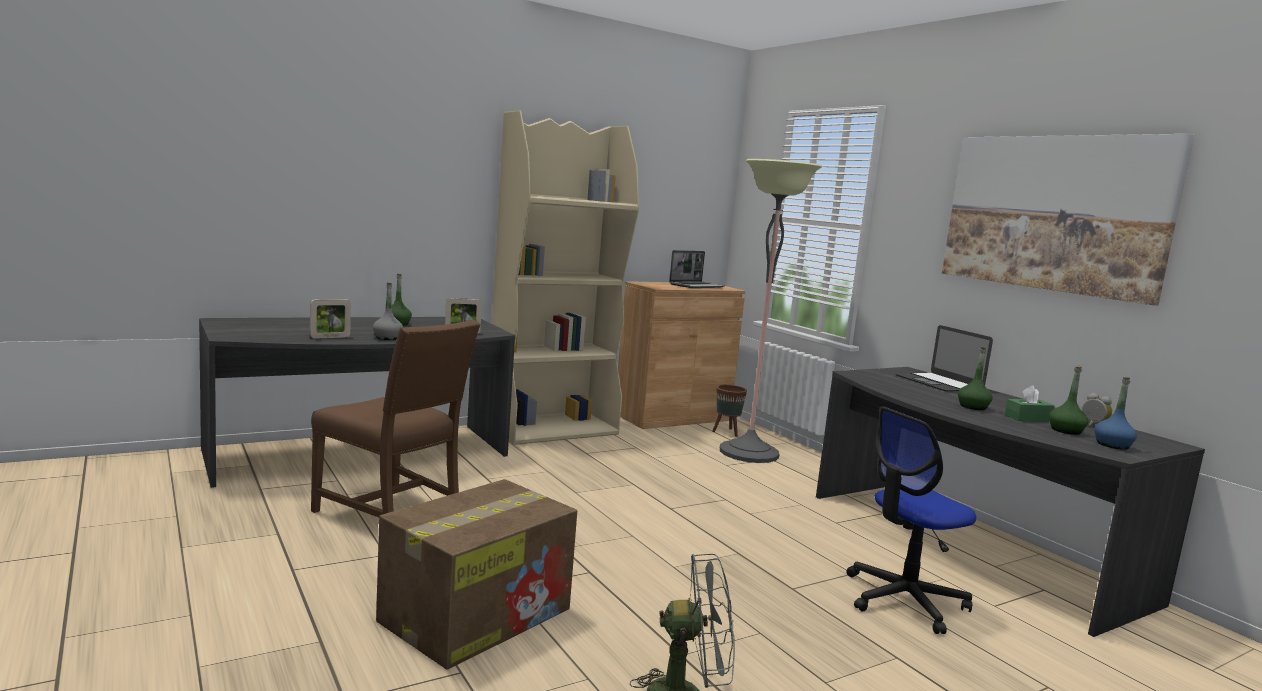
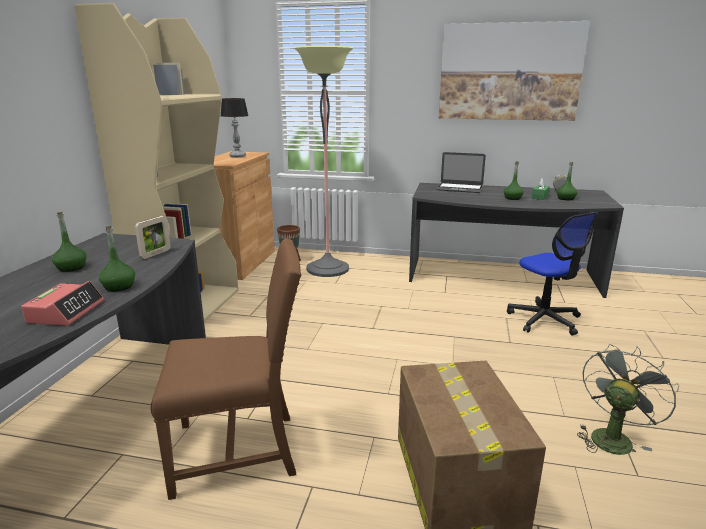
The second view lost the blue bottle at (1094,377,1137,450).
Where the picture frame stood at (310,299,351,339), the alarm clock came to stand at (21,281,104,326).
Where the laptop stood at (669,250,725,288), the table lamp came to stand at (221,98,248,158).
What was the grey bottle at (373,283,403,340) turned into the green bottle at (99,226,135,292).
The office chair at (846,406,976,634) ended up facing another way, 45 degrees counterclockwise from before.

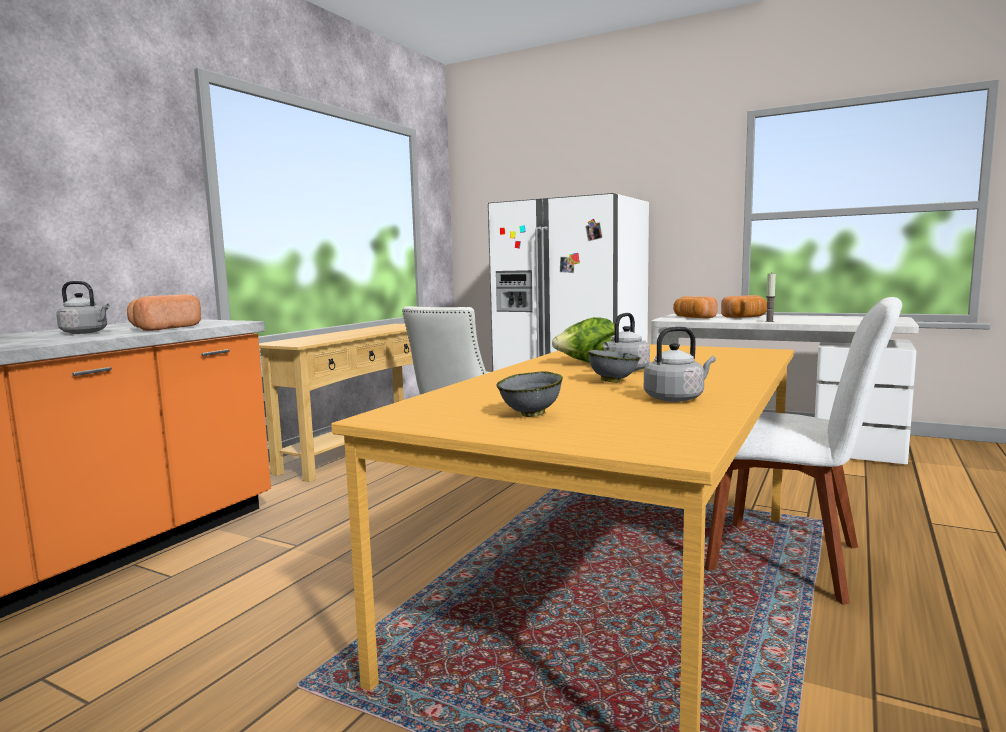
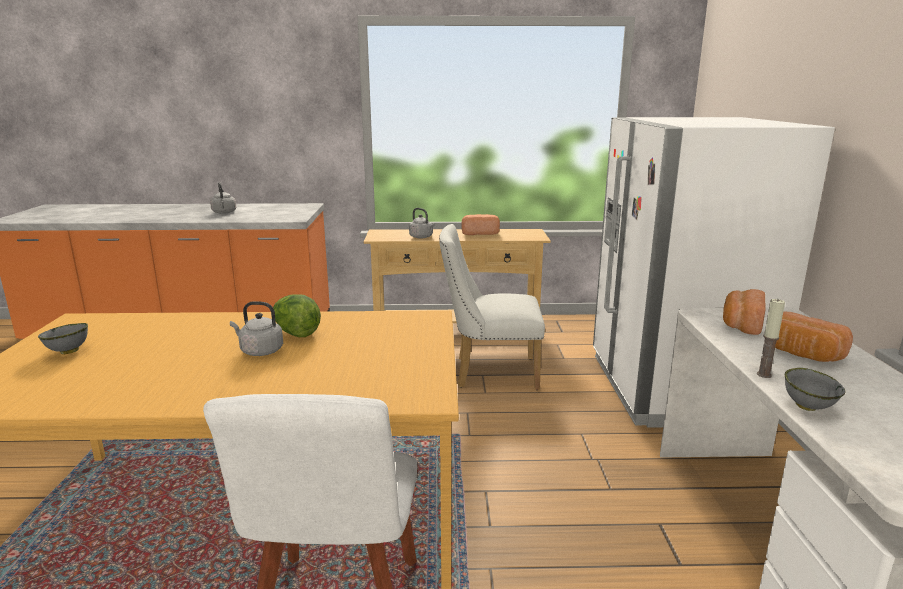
The bread ended up elsewhere, having gone from (127,294,201,331) to (461,214,500,235).
The grey bowl ended up elsewhere, having gone from (588,350,640,383) to (785,368,846,411).
The grey kettle ended up elsewhere, having gone from (644,327,716,402) to (409,208,435,239).

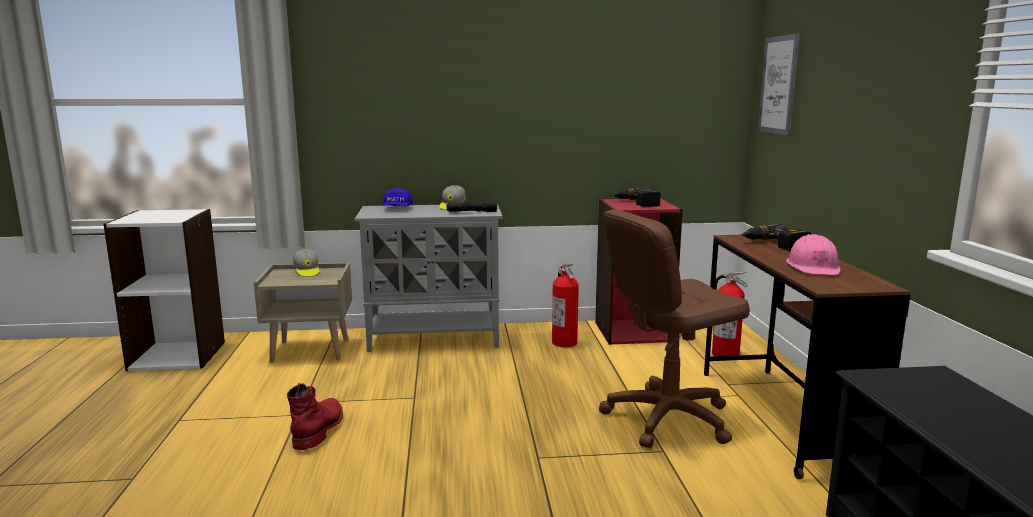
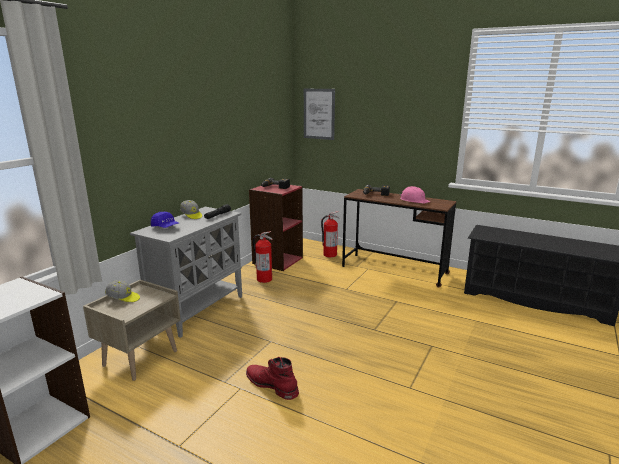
The second view lost the brown office chair at (599,210,750,448).

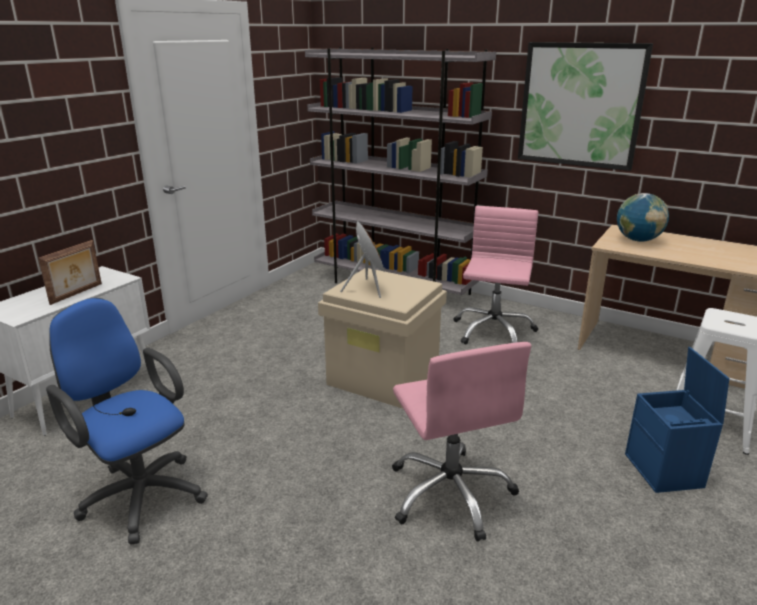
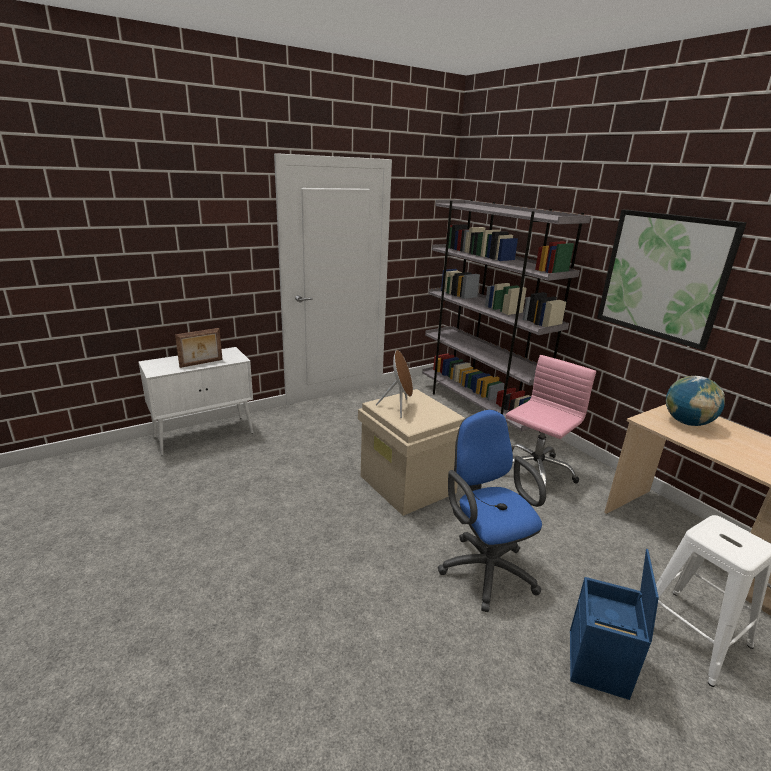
The second view lost the pink office chair at (392,342,531,542).
The blue office chair ended up elsewhere, having gone from (46,298,208,544) to (438,410,546,612).

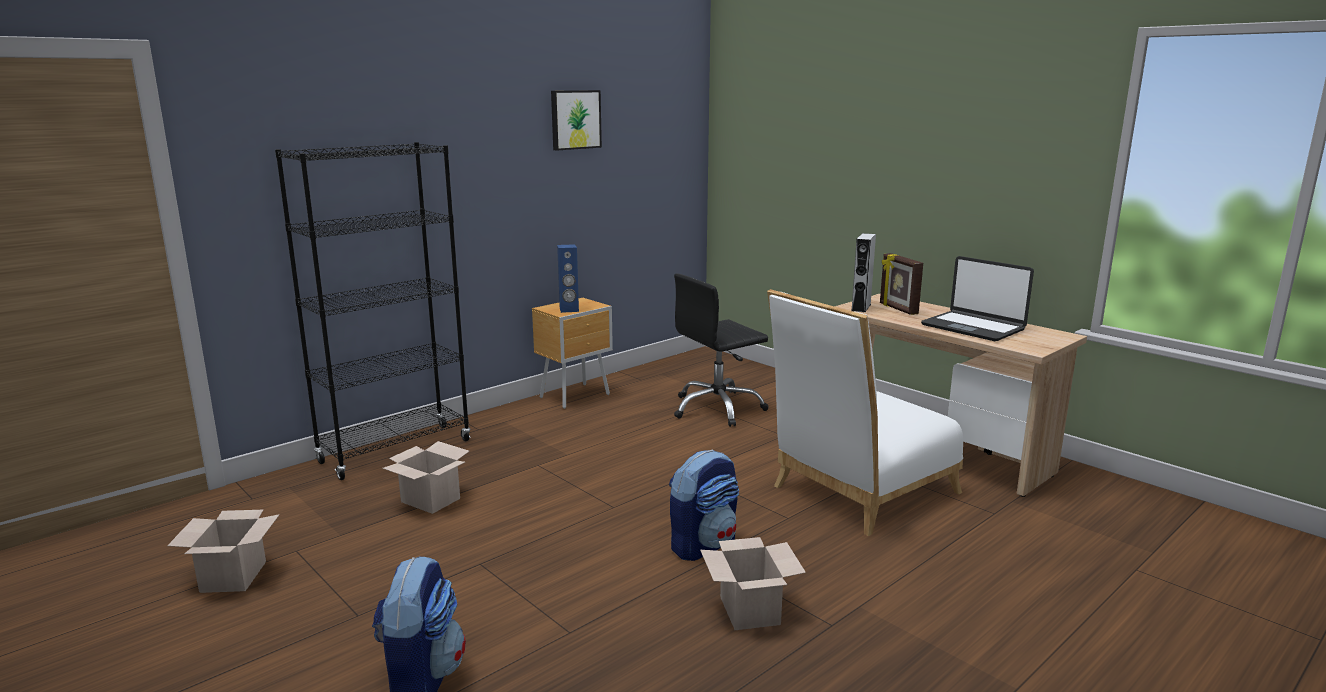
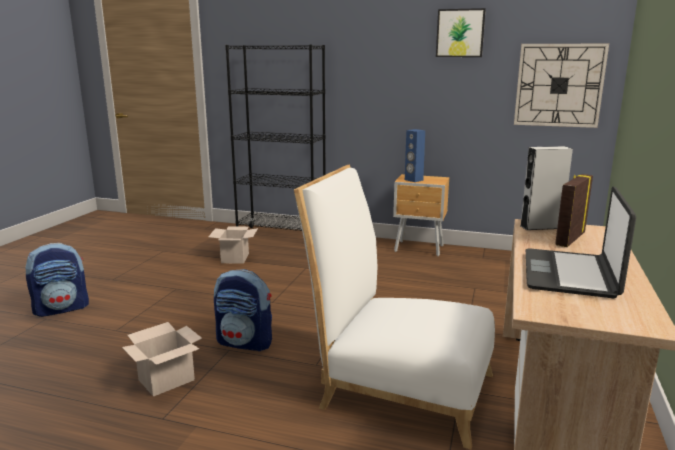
The second view lost the cardboard box at (167,510,280,593).
The second view lost the black office chair at (674,273,768,427).
The second view gained the wall clock at (514,44,609,128).

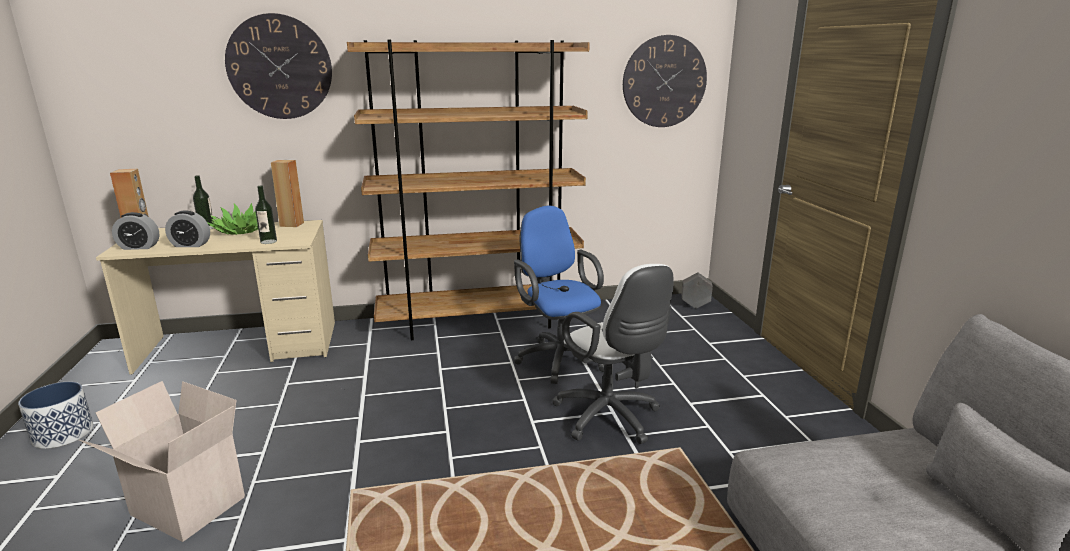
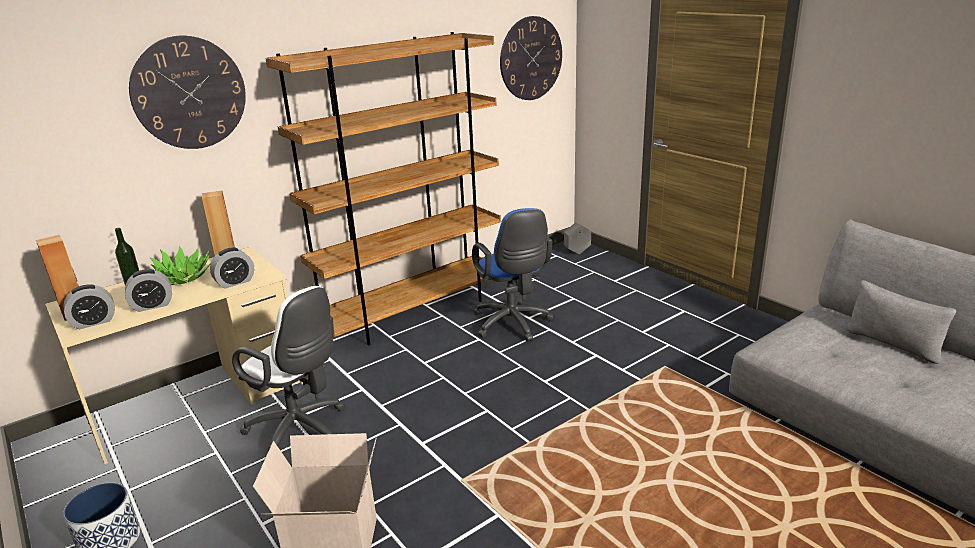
The white office chair ended up elsewhere, having gone from (552,264,673,444) to (232,286,345,451).
Where the bottle stood at (255,186,277,244), the alarm clock came to stand at (210,248,254,289).
The blue office chair at (514,206,604,384) ended up facing another way, 150 degrees counterclockwise from before.

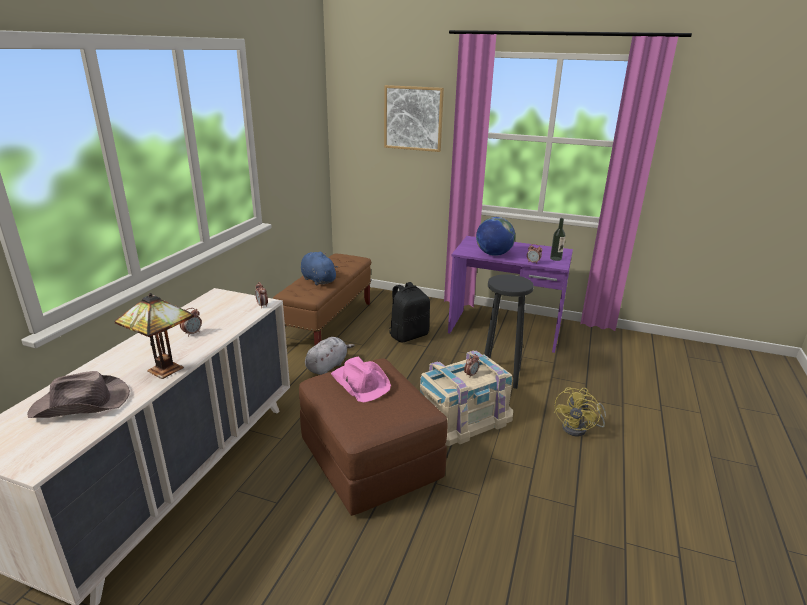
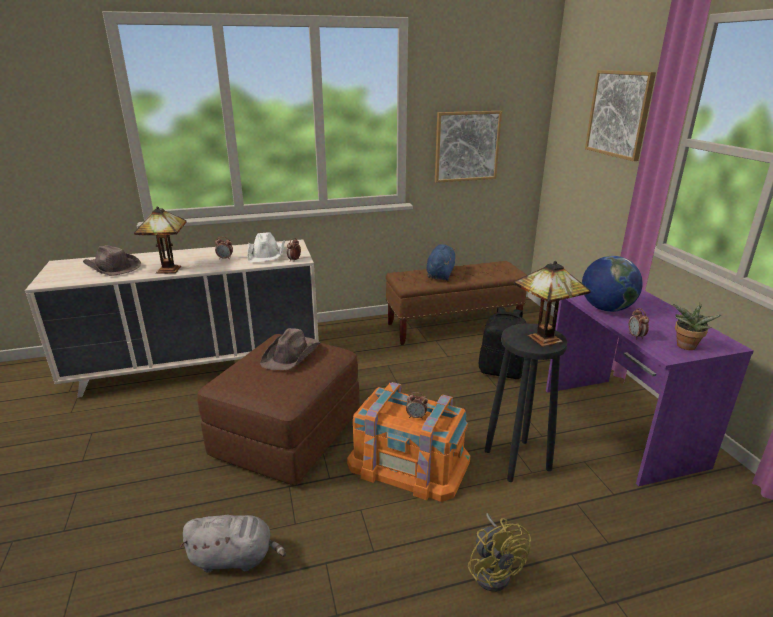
The second view gained the white hat at (247,232,286,263).
The second view gained the picture at (435,111,502,183).
The second view gained the table lamp at (514,261,591,347).
The grey plush toy ended up elsewhere, having gone from (305,337,355,375) to (180,515,286,573).
Where the bottle stood at (550,218,565,261), the potted plant came to stand at (673,303,721,350).
What was the pink hat at (331,357,391,402) turned into the brown hat at (260,328,321,370).
What was the beige storage box at (420,350,513,446) turned into the orange storage box at (347,382,470,502).
The yellow fan at (554,387,606,437) ended up facing another way, 105 degrees counterclockwise from before.

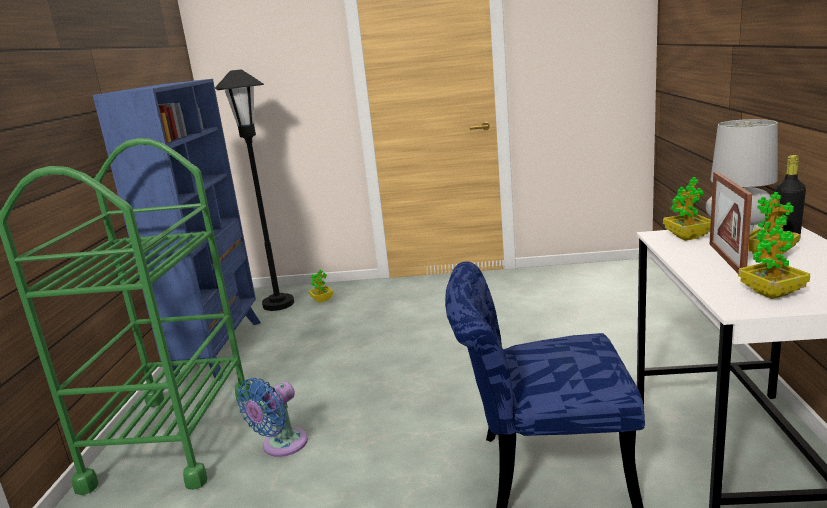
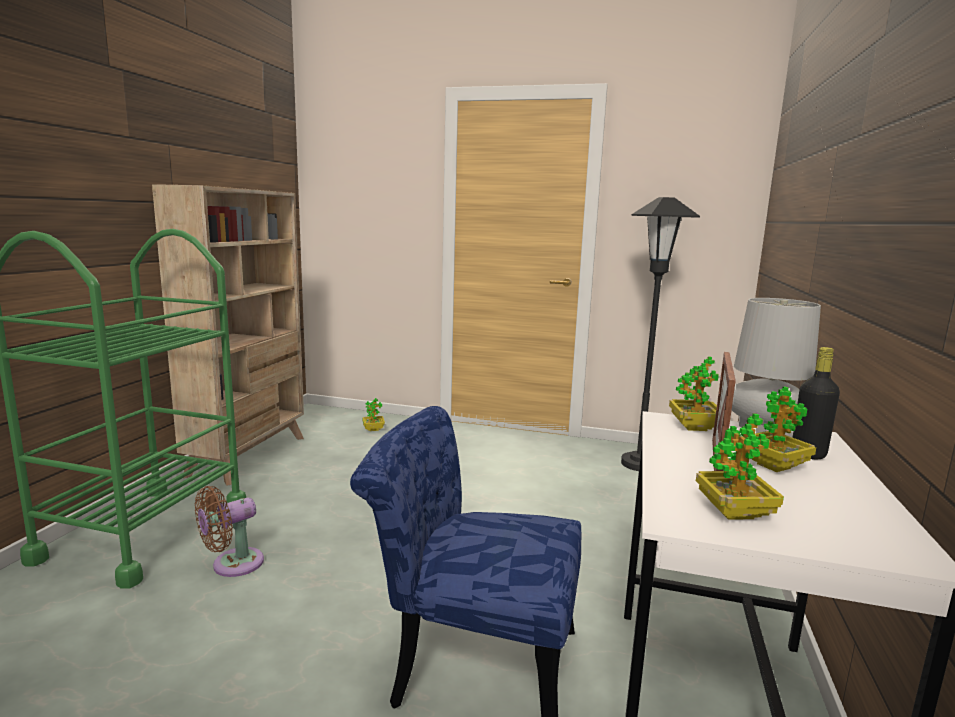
The black floor lamp ended up elsewhere, having gone from (215,69,294,311) to (621,197,700,471).
What was the blue bookcase at (93,79,261,381) turned into the beige bookcase at (152,184,304,486).
What was the blue fan at (237,378,308,457) turned into the brown fan at (195,486,264,577).

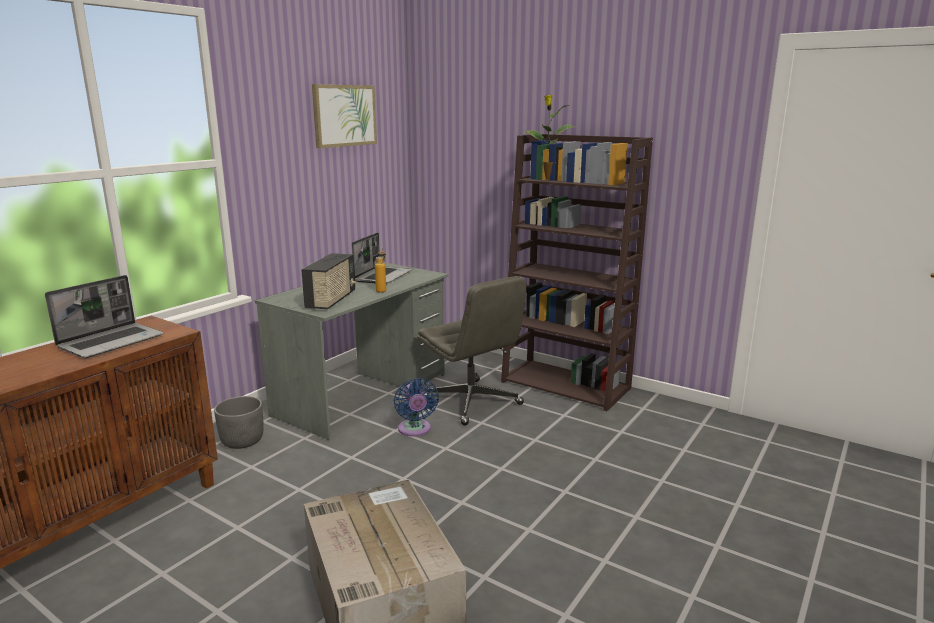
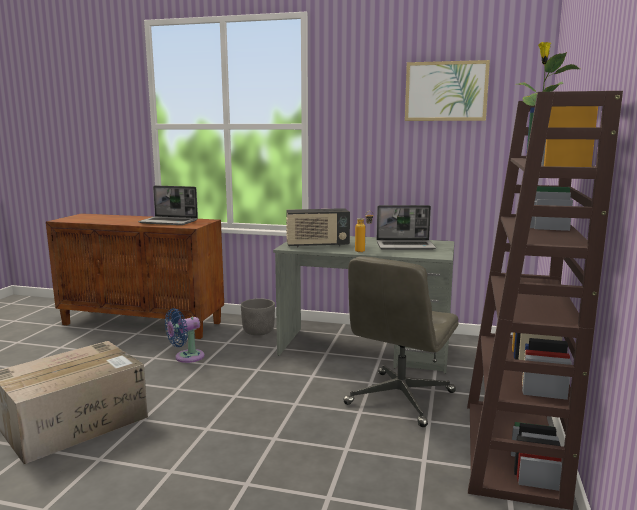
The blue fan ended up elsewhere, having gone from (394,378,439,436) to (165,308,205,363).

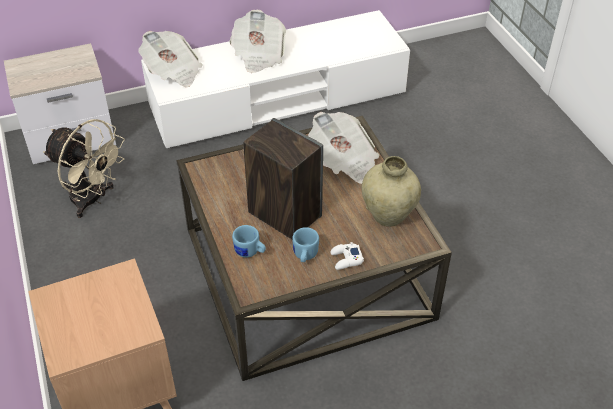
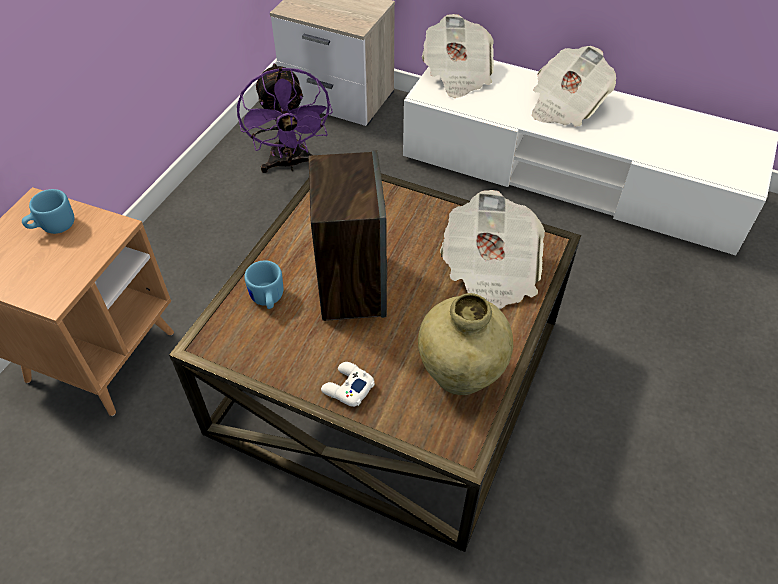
The blue mug ended up elsewhere, having gone from (292,227,319,262) to (22,189,74,234).
What was the beige fan at (43,119,125,218) turned into the purple fan at (237,63,333,173).

